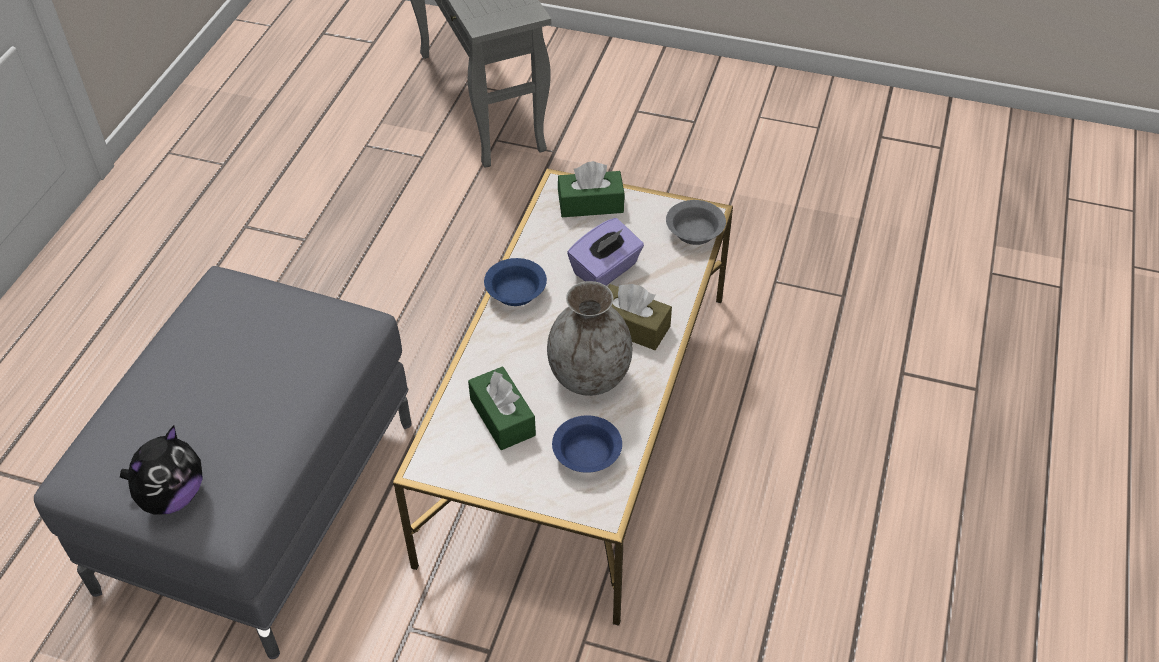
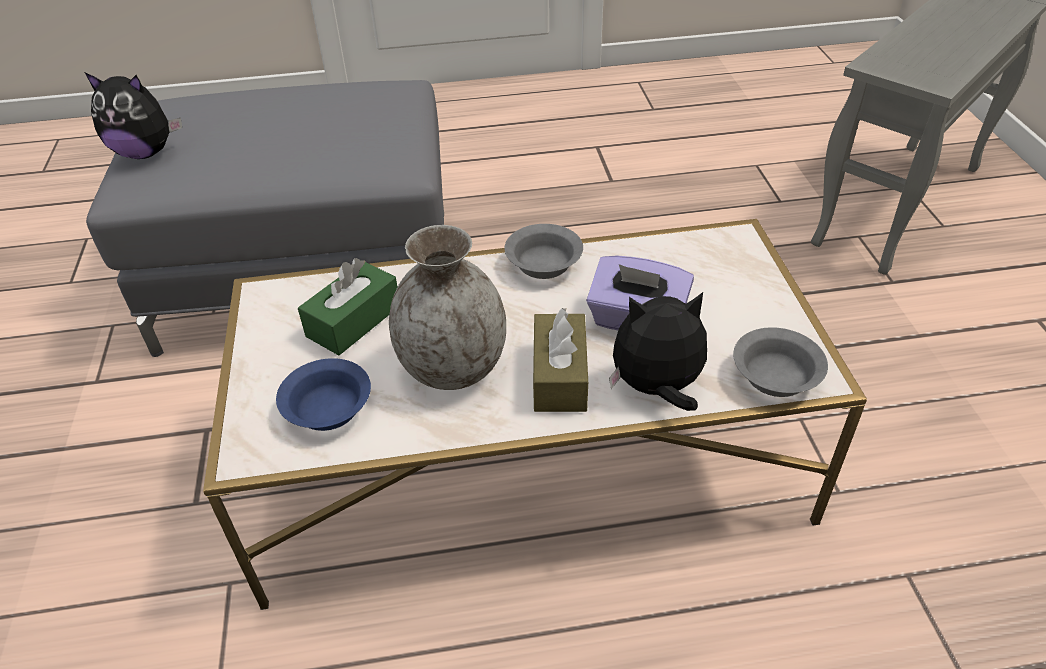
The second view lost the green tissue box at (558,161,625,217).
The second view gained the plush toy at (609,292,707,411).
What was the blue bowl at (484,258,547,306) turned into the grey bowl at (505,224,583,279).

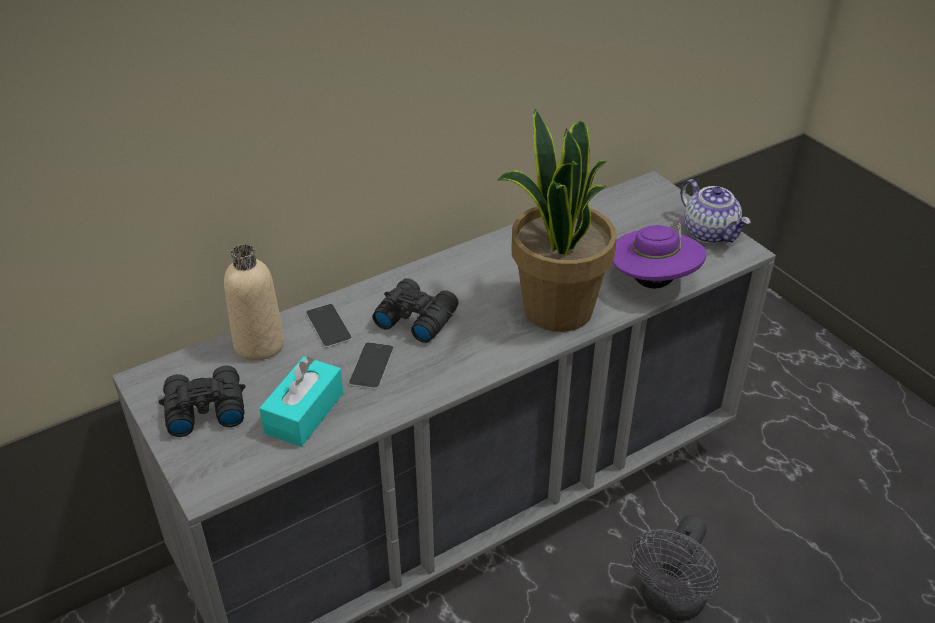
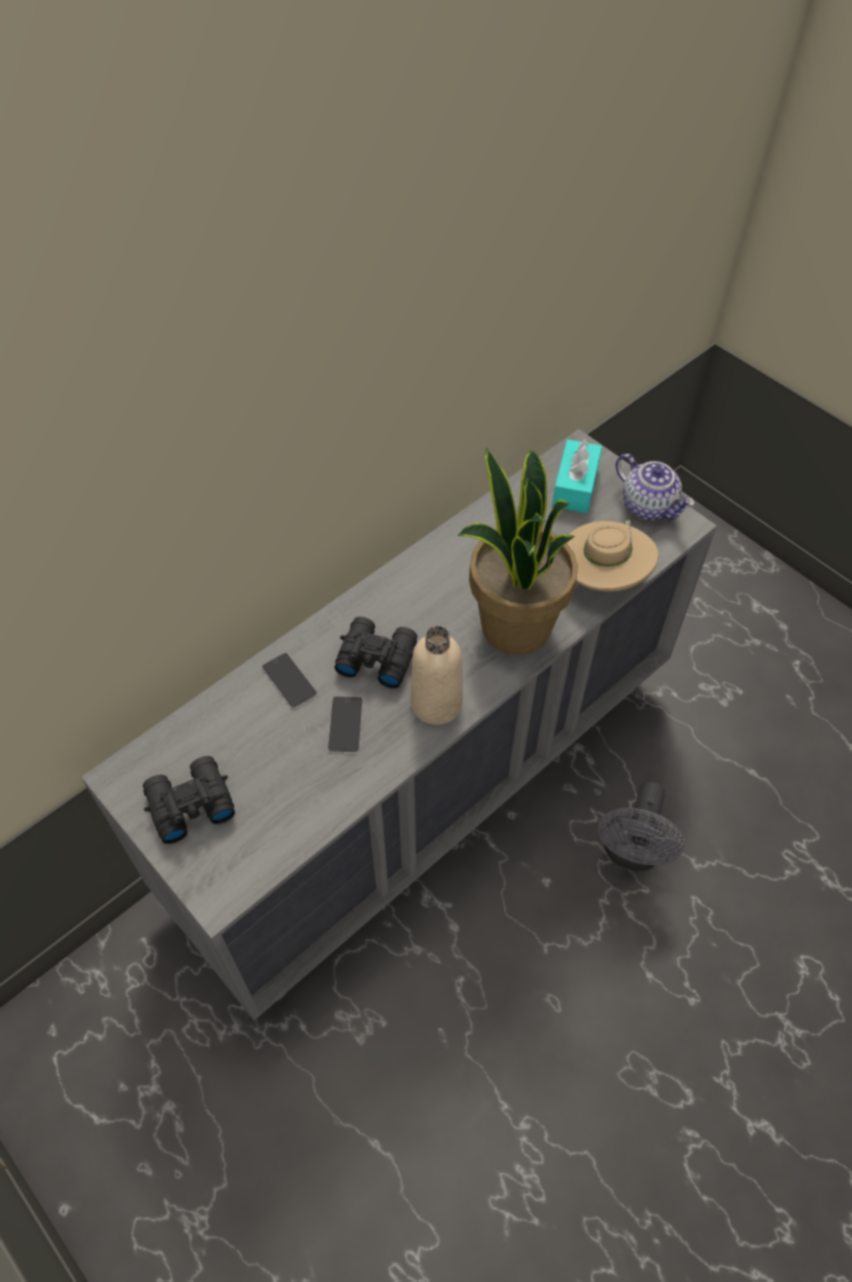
The beige bottle ended up elsewhere, having gone from (224,244,284,361) to (411,625,463,725).
The turquoise tissue box ended up elsewhere, having gone from (259,356,343,447) to (552,439,602,513).
What was the purple hat at (612,221,706,289) turned into the beige hat at (567,519,659,592).

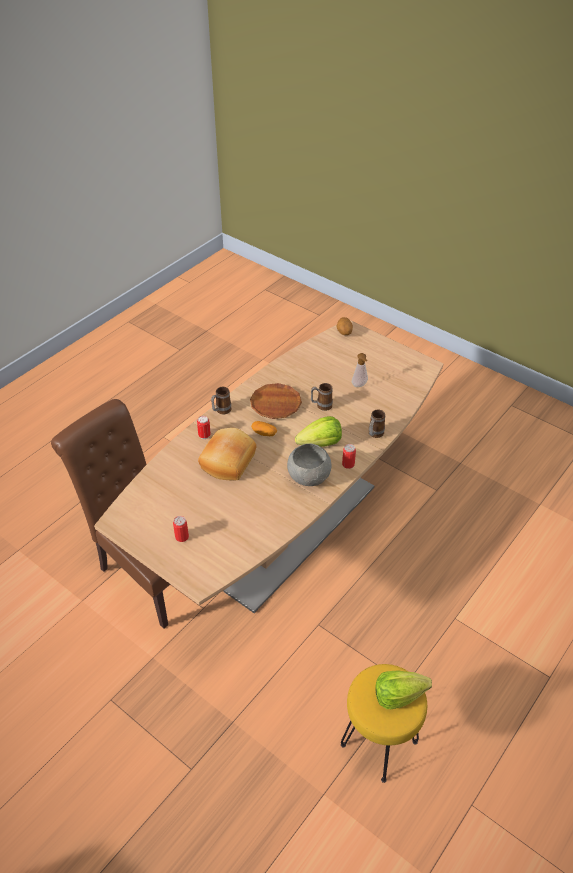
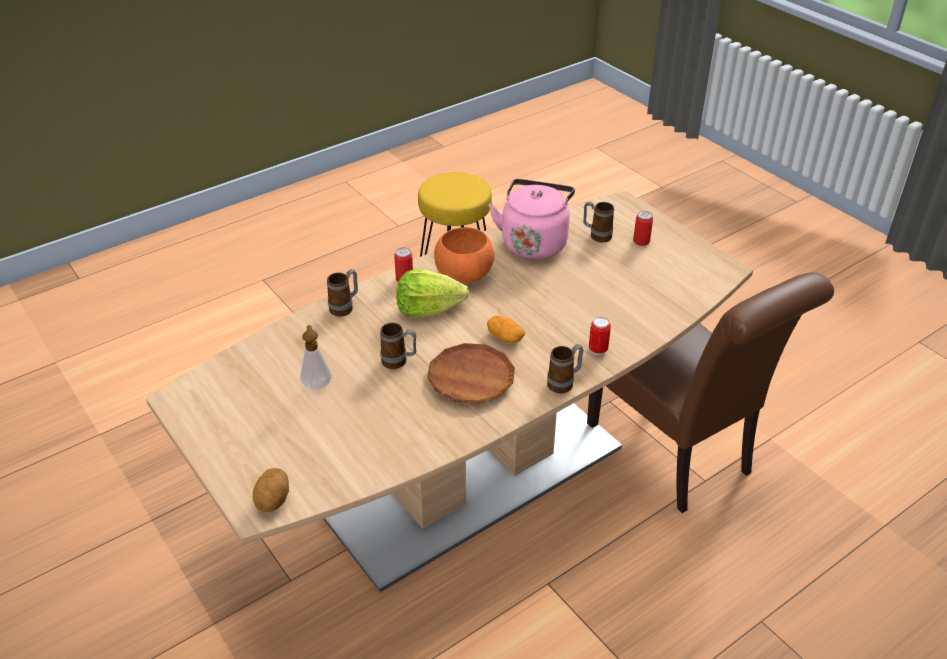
The second view lost the bread at (198,428,256,480).
The second view lost the lettuce at (375,670,432,709).
The second view gained the pink kettle at (489,179,575,259).
The second view gained the mug at (583,201,614,243).
What was the grey bowl at (287,444,331,486) turned into the orange bowl at (434,227,494,283).

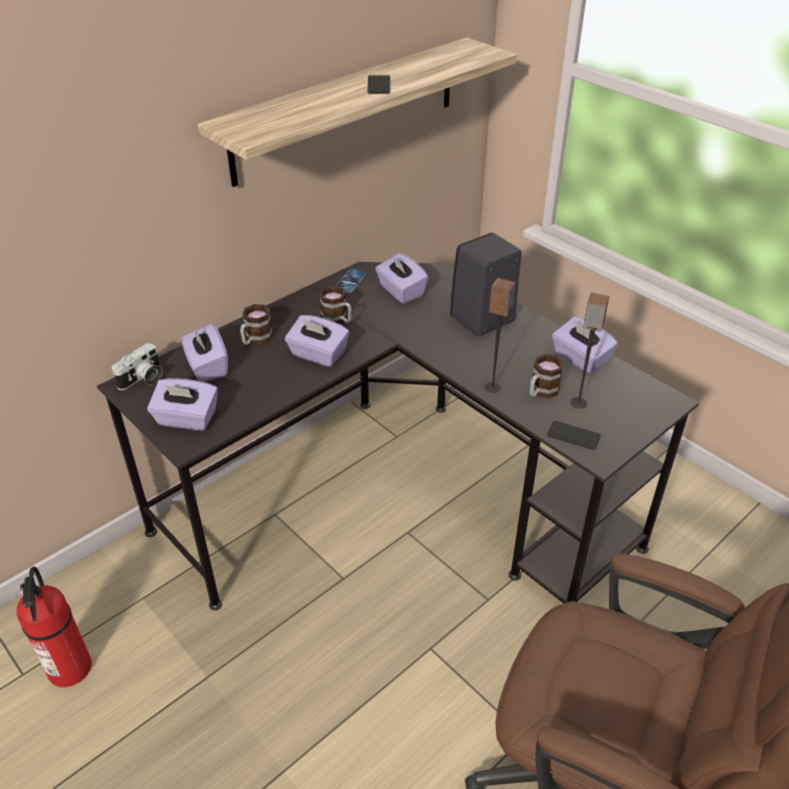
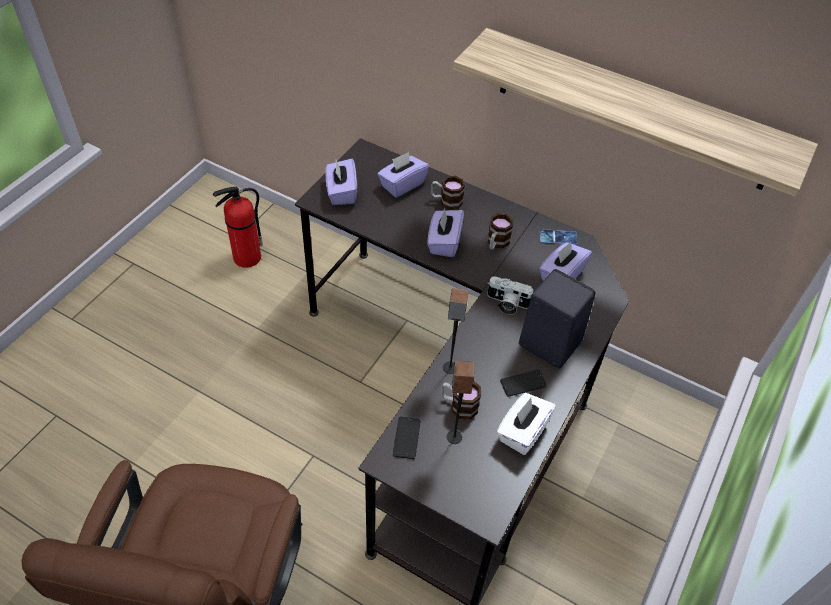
The photo camera ended up elsewhere, having gone from (112,343,163,390) to (487,276,533,315).
The phone ended up elsewhere, having gone from (368,75,390,94) to (500,370,547,397).
What was the purple tissue box at (552,316,618,374) turned into the white tissue box at (497,393,556,455).

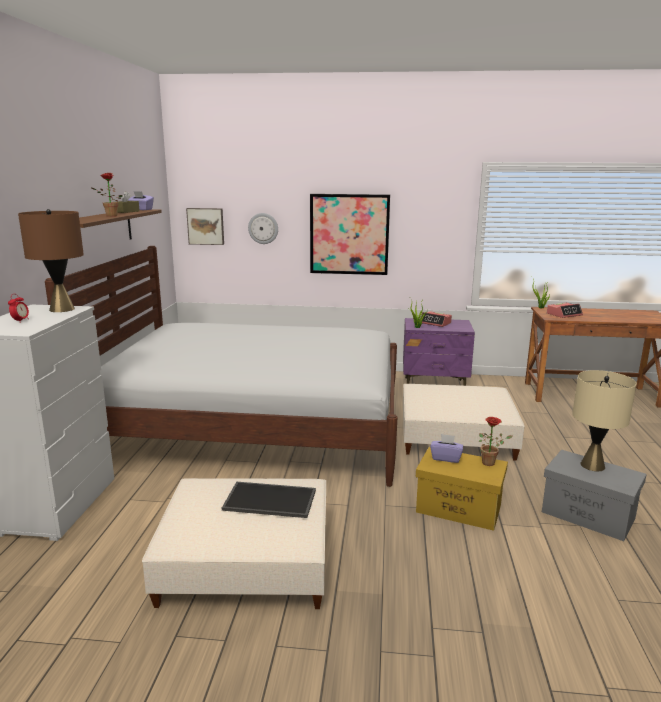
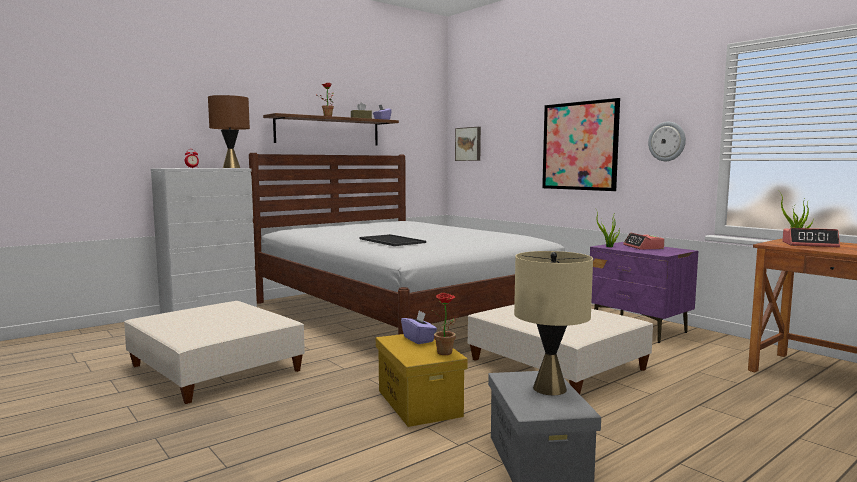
The tray ended up elsewhere, having gone from (222,482,316,518) to (359,234,426,246).
The wall clock ended up elsewhere, having gone from (248,213,278,244) to (648,122,686,161).

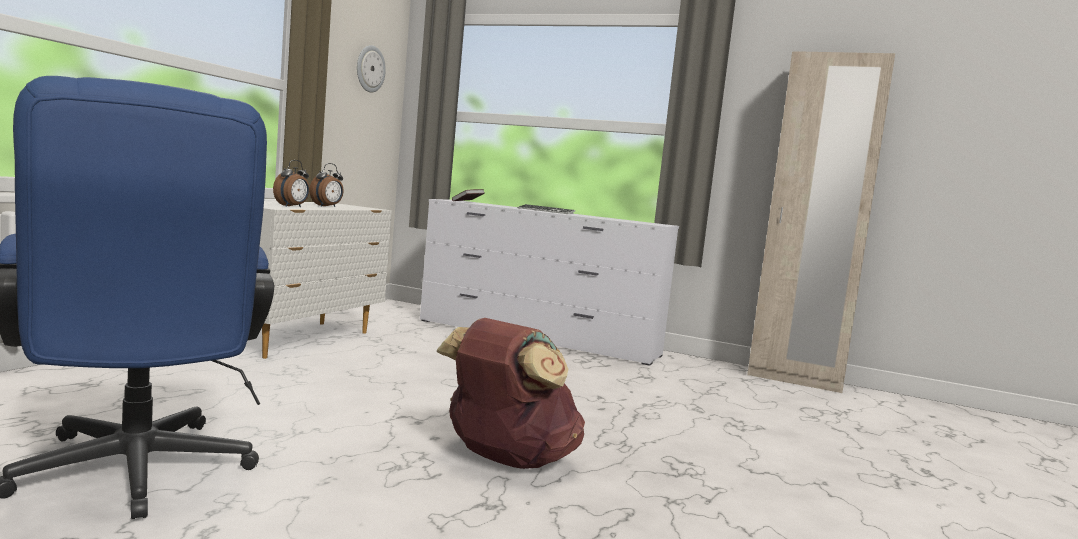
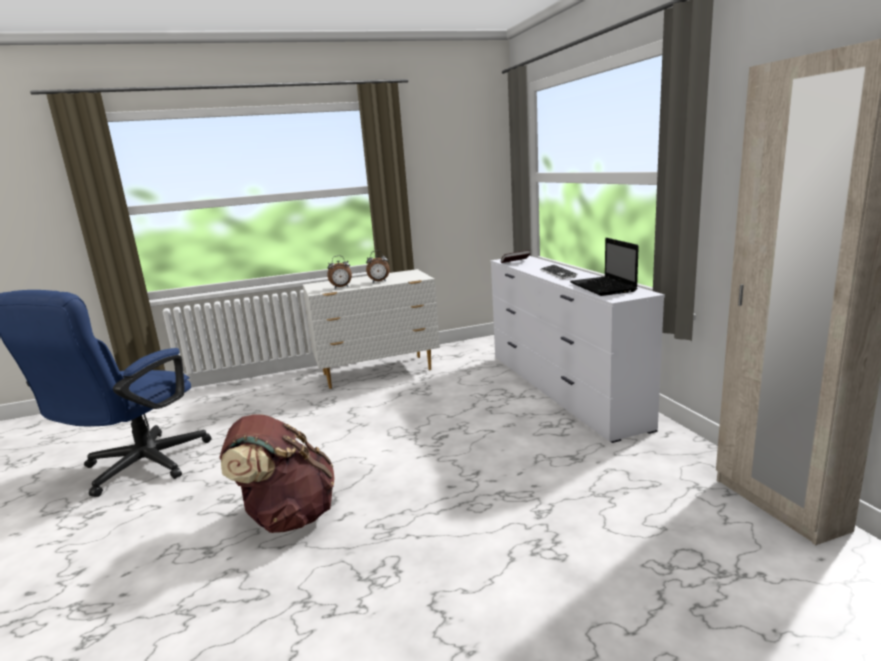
The second view lost the wall clock at (357,45,386,93).
The second view gained the laptop at (570,238,639,296).

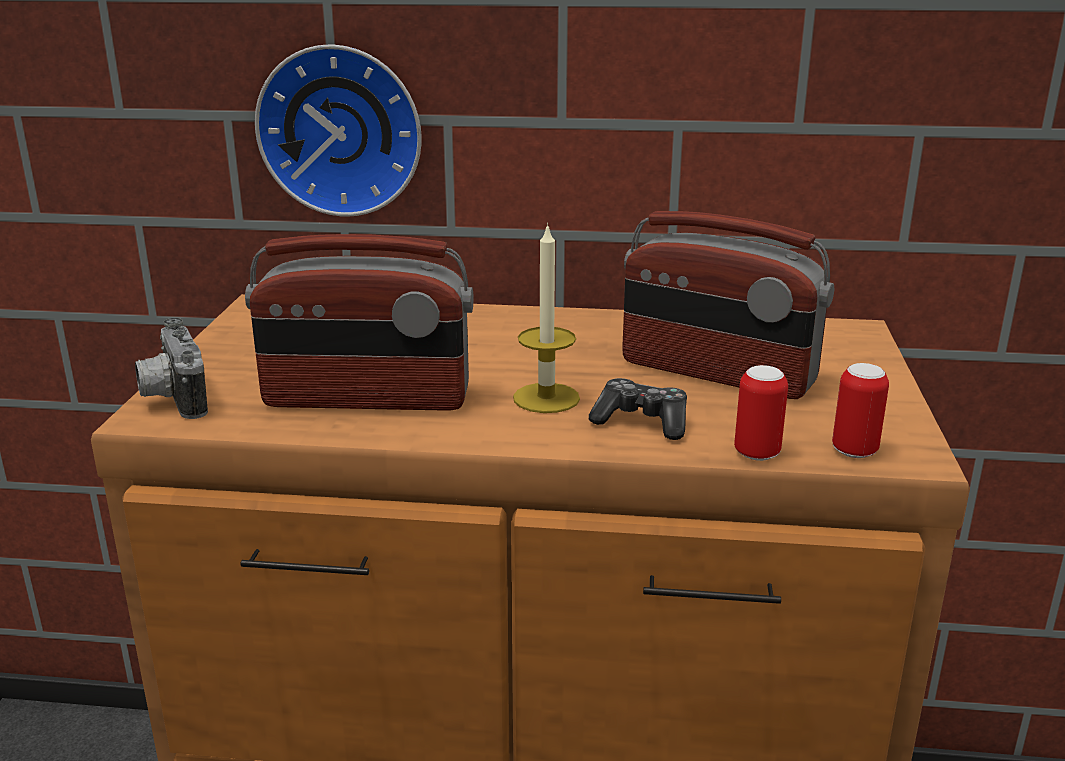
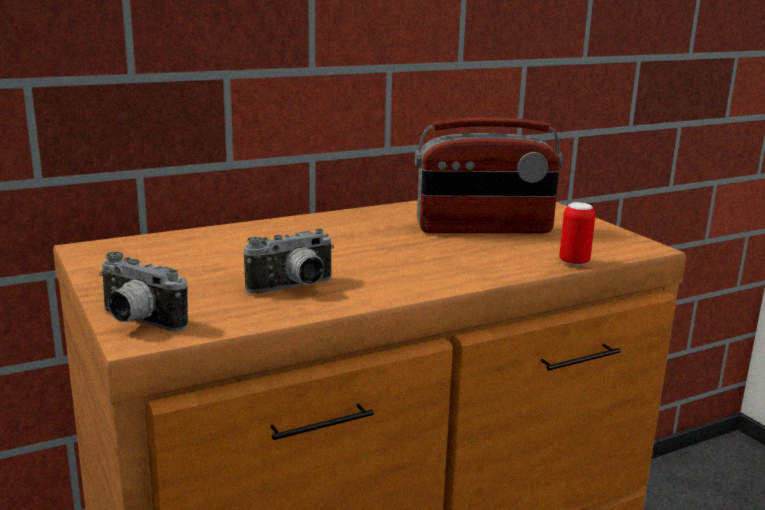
The second view lost the wall clock at (255,45,422,217).
The second view lost the candle at (513,223,580,413).
The second view lost the game controller at (589,378,687,440).
The second view lost the can at (832,363,889,458).
Where the radio stood at (245,234,473,411), the photo camera came to stand at (244,229,334,294).

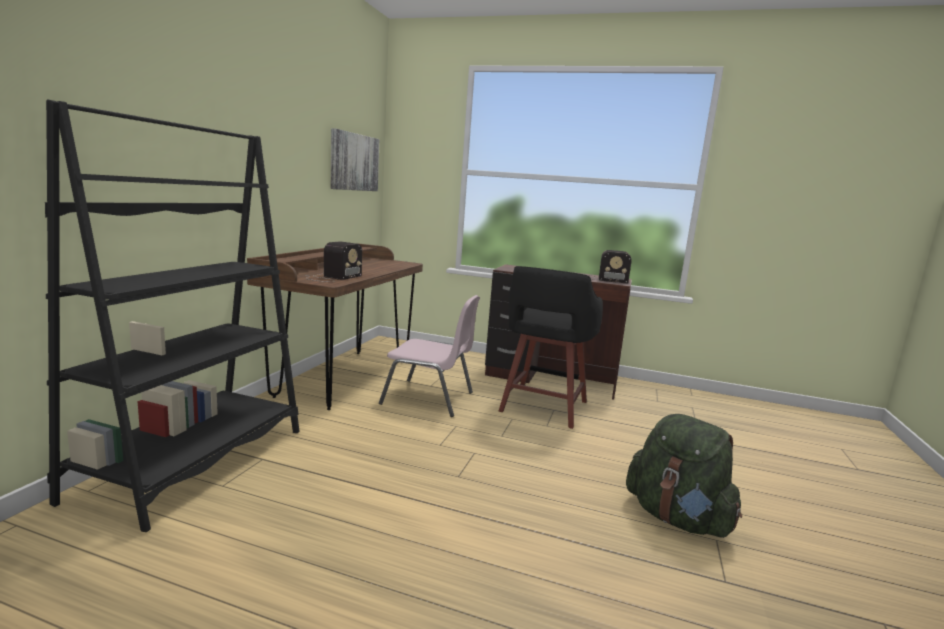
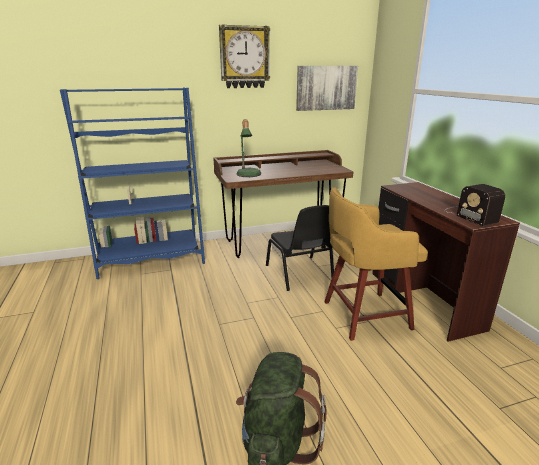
The second view gained the wall clock at (219,24,270,88).
Where the radio stood at (305,241,362,282), the table lamp came to stand at (236,119,261,177).
What was the black bookcase at (45,99,300,532) turned into the blue bookcase at (60,88,205,279).
What was the pink chair at (379,295,480,417) turned into the black chair at (266,205,334,291).
What was the black stool at (499,266,603,429) turned into the yellow stool at (324,187,428,341).

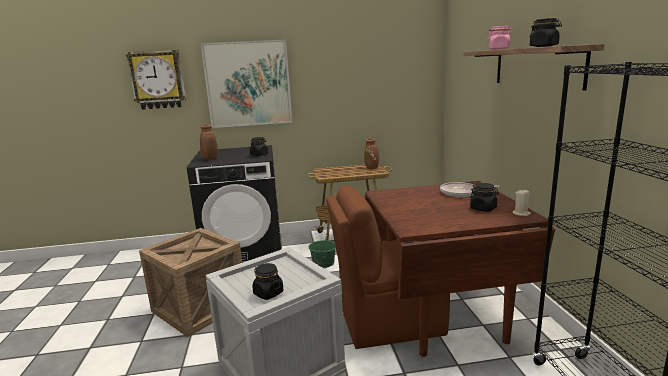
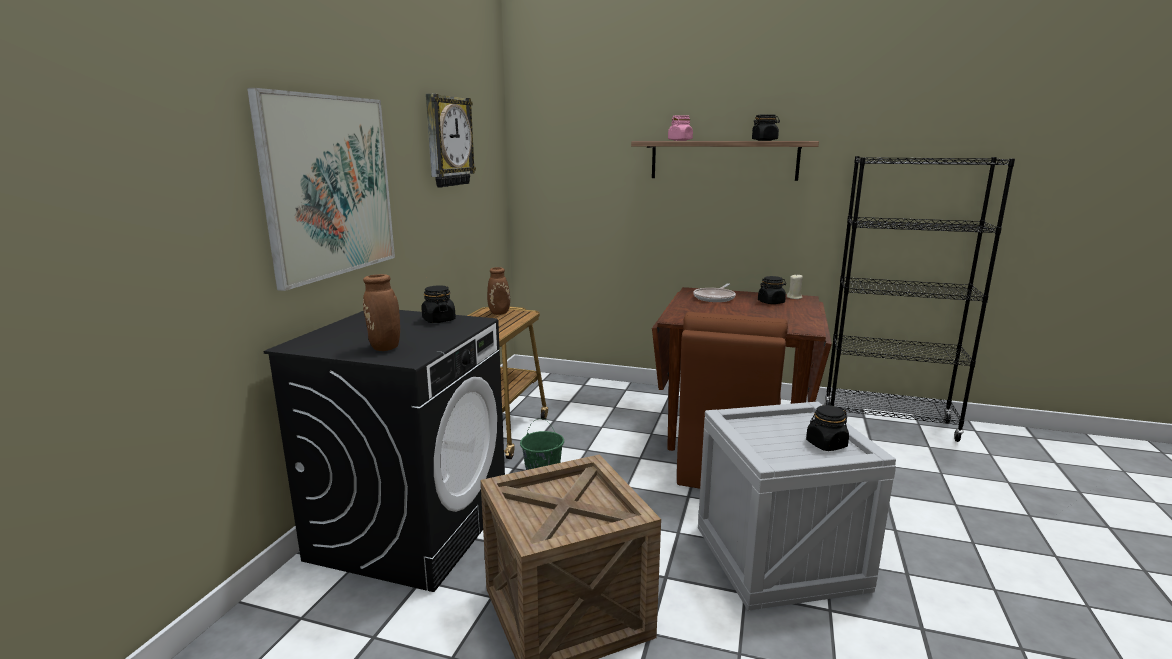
The wall clock ended up elsewhere, having gone from (126,50,186,110) to (426,94,476,188).

